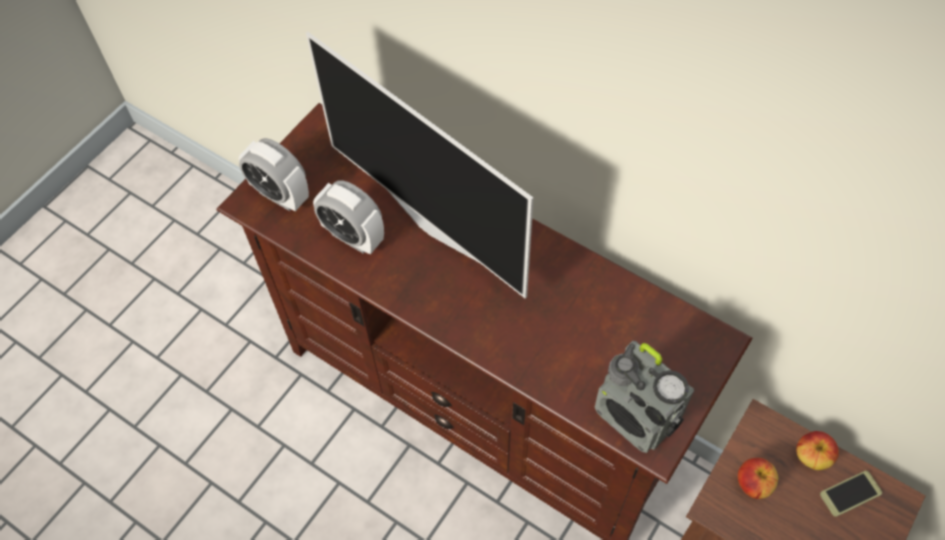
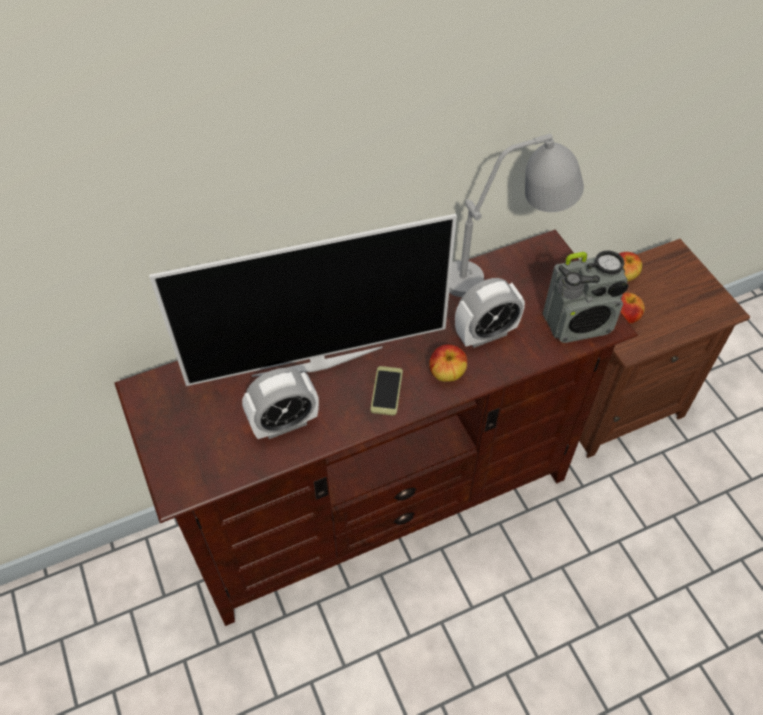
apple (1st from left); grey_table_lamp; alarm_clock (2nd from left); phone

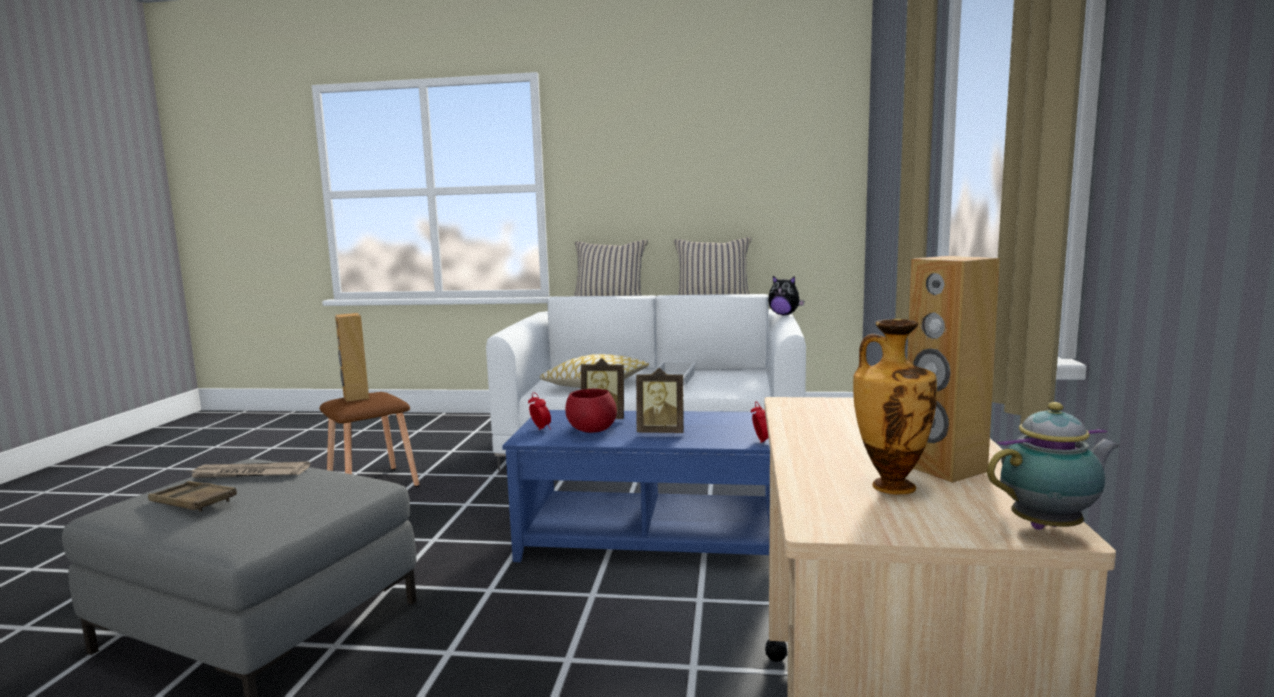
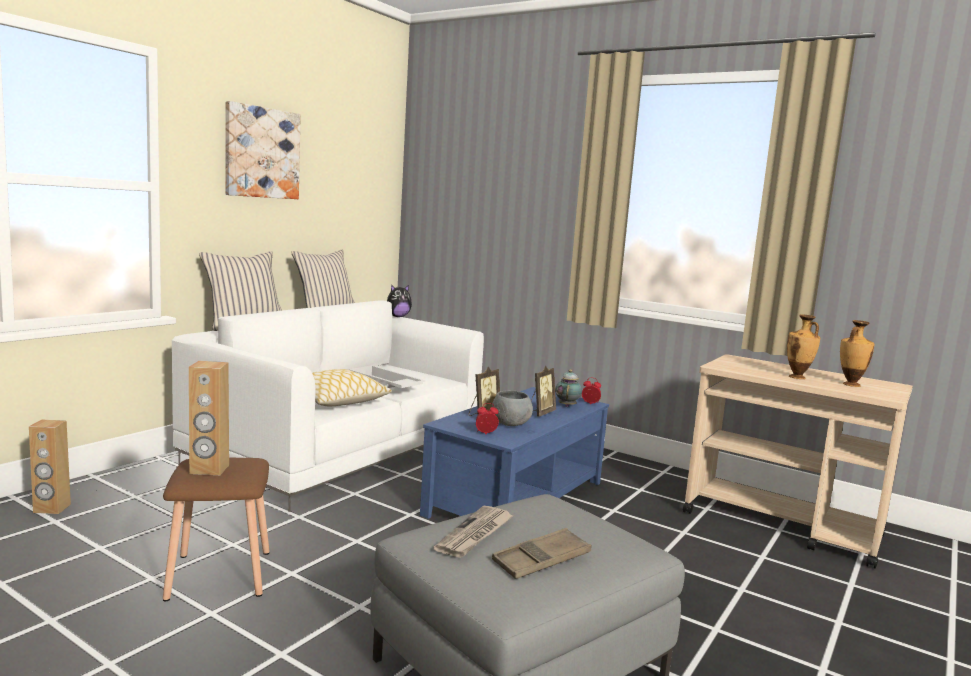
picture; vase (1st from left); brown_speaker (1st from left); teapot; grey_bowl

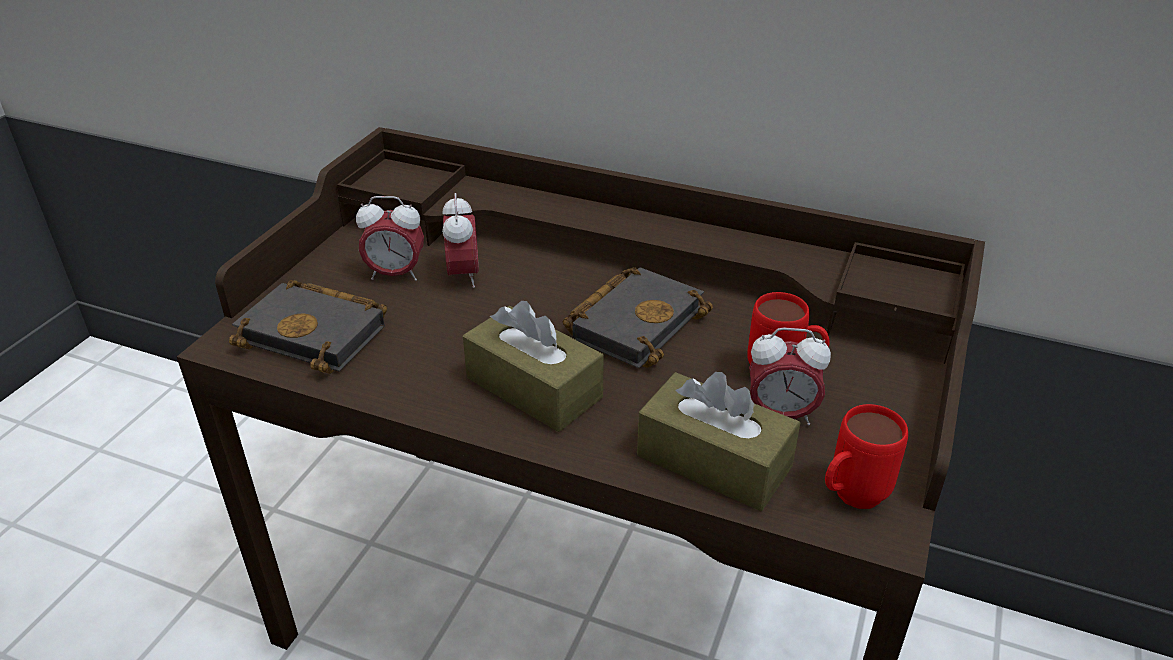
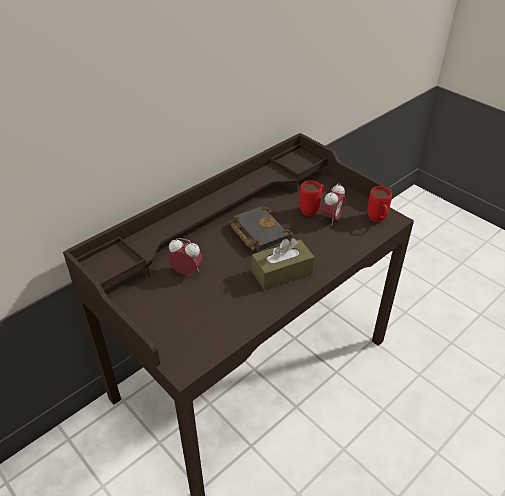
black_book (1st from left in the first image); alarm_clock (1st from left in the first image); brown_tissue_box (2nd from left in the first image)

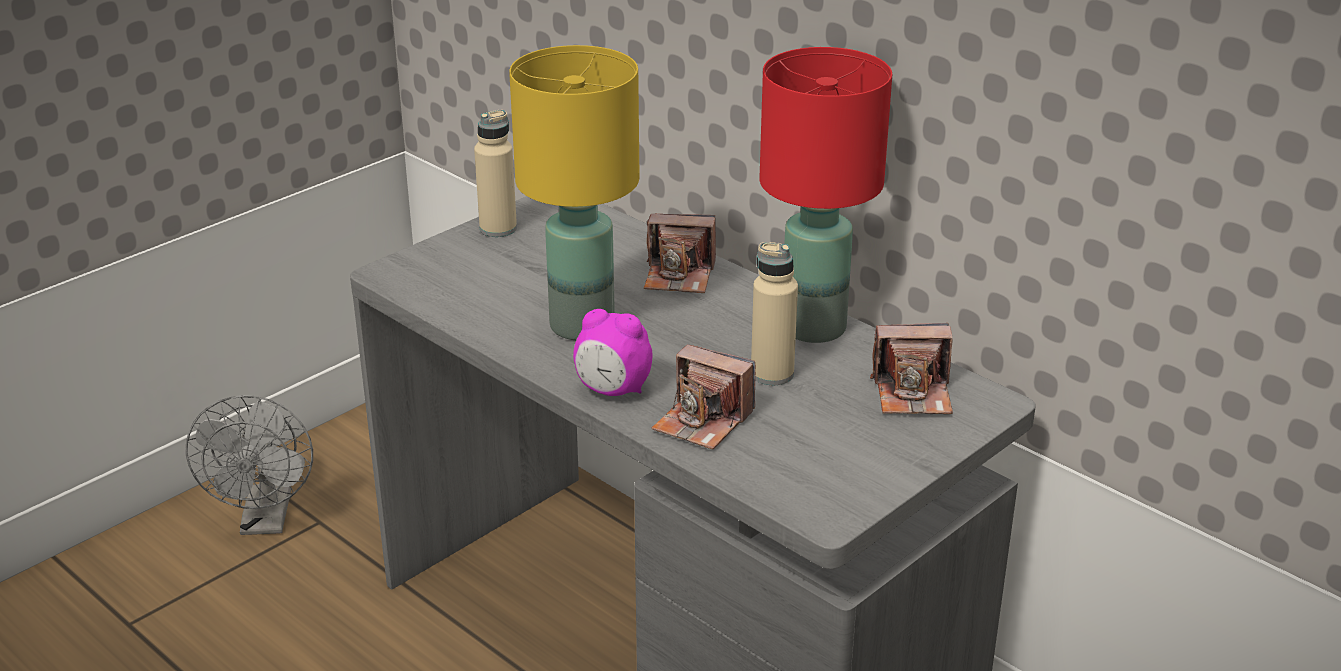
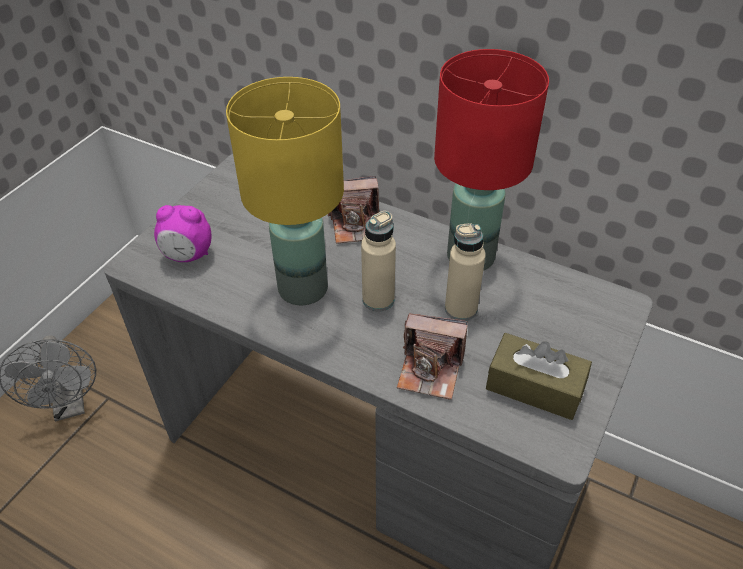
photo_camera (3rd from left in the first image); brown_tissue_box; beige_bottle (1st from left); alarm_clock

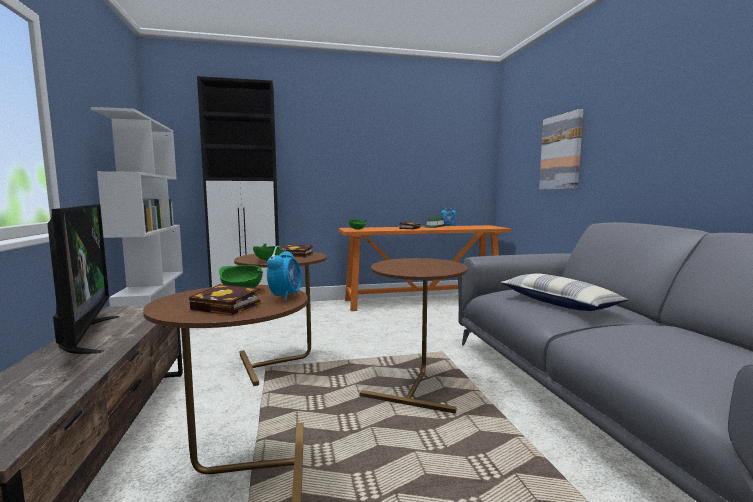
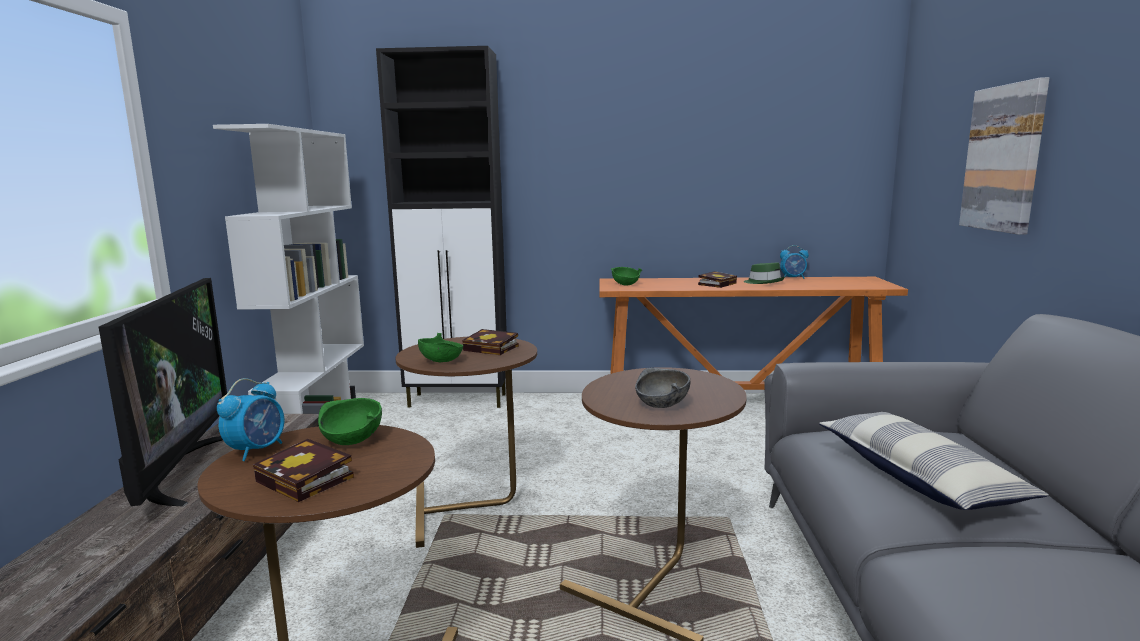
grey_bowl; alarm_clock (1st from left)

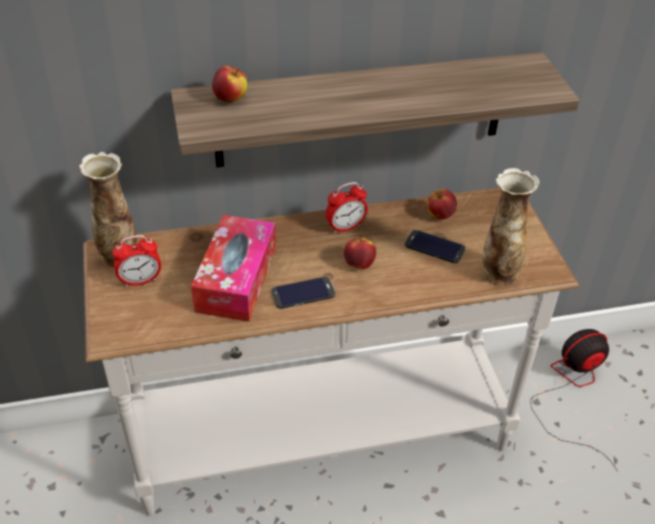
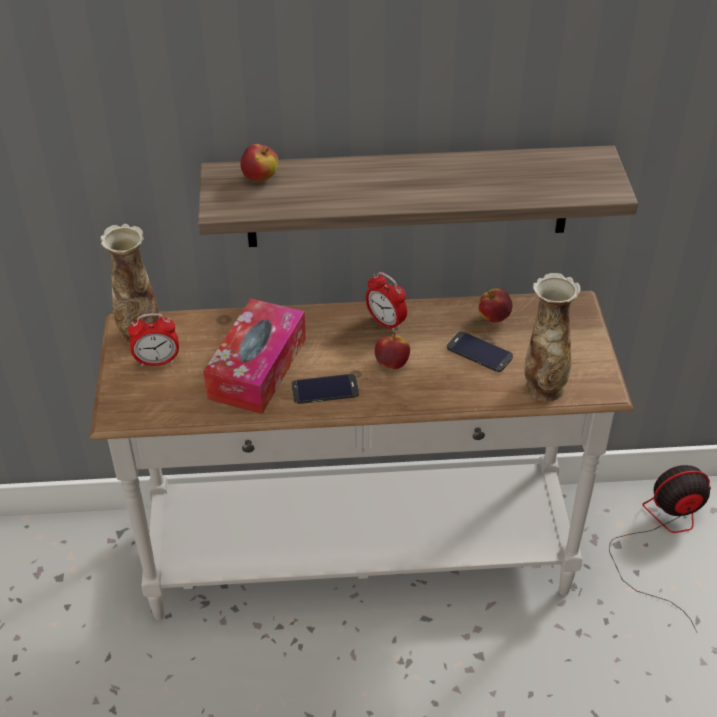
alarm_clock (2nd from left)

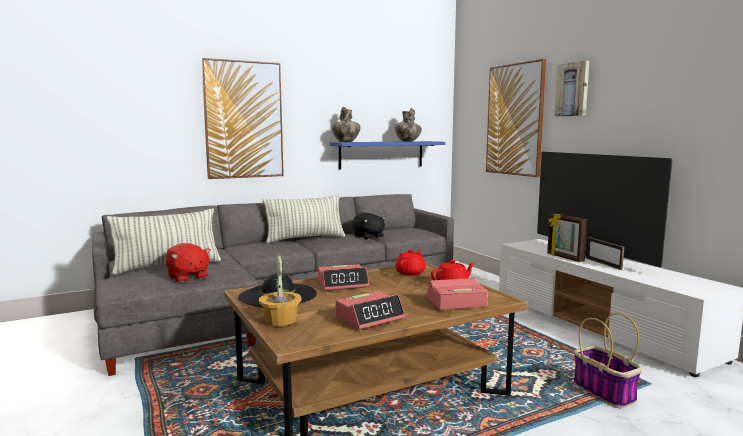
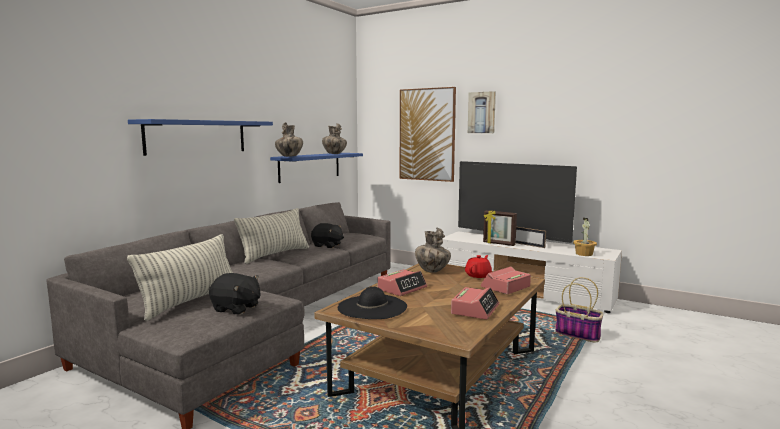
potted_plant; blue_shelf (1st from left); vase (3rd from left); black_plush_toy (1st from left)

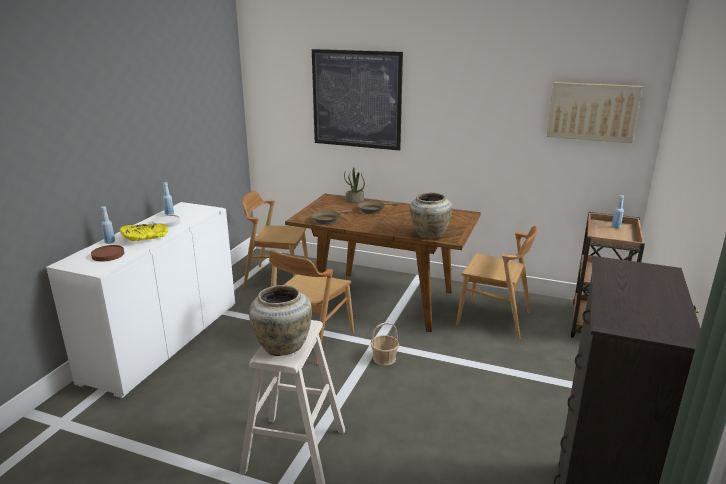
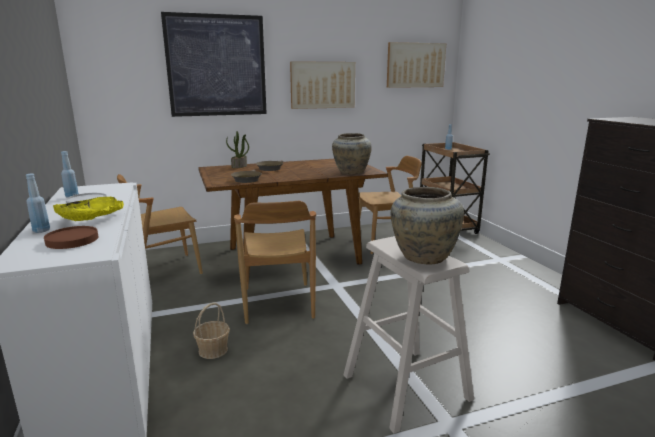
picture (2nd from left); basket

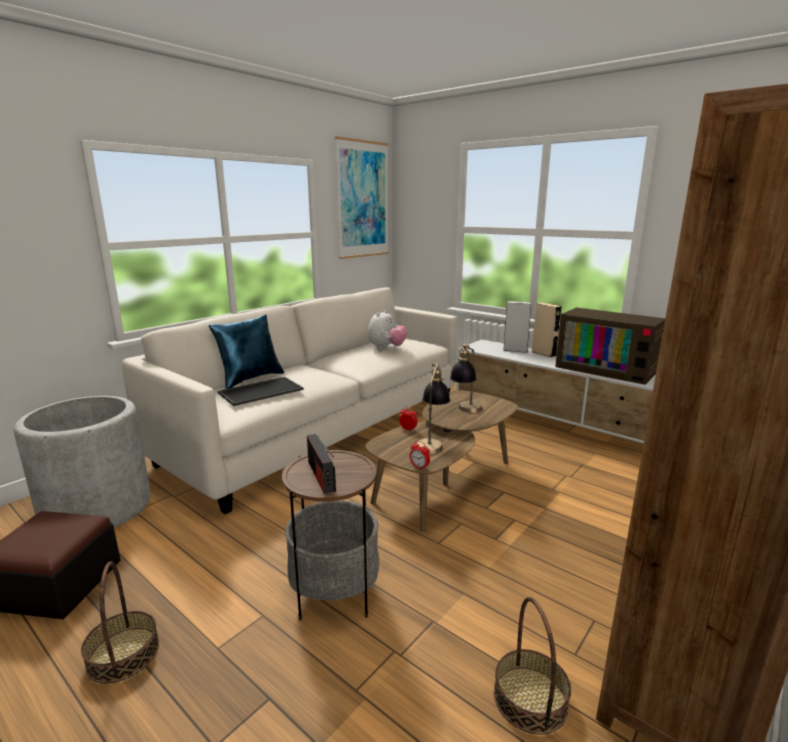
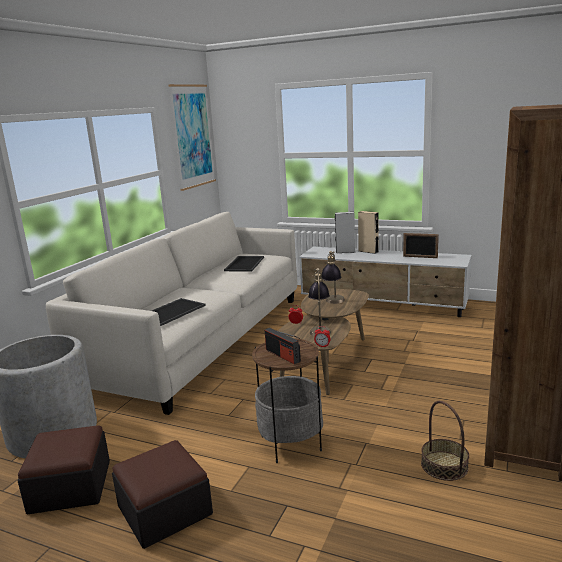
blue_pillow; ottoman (2nd from left); tray (2nd from left); picture_frame

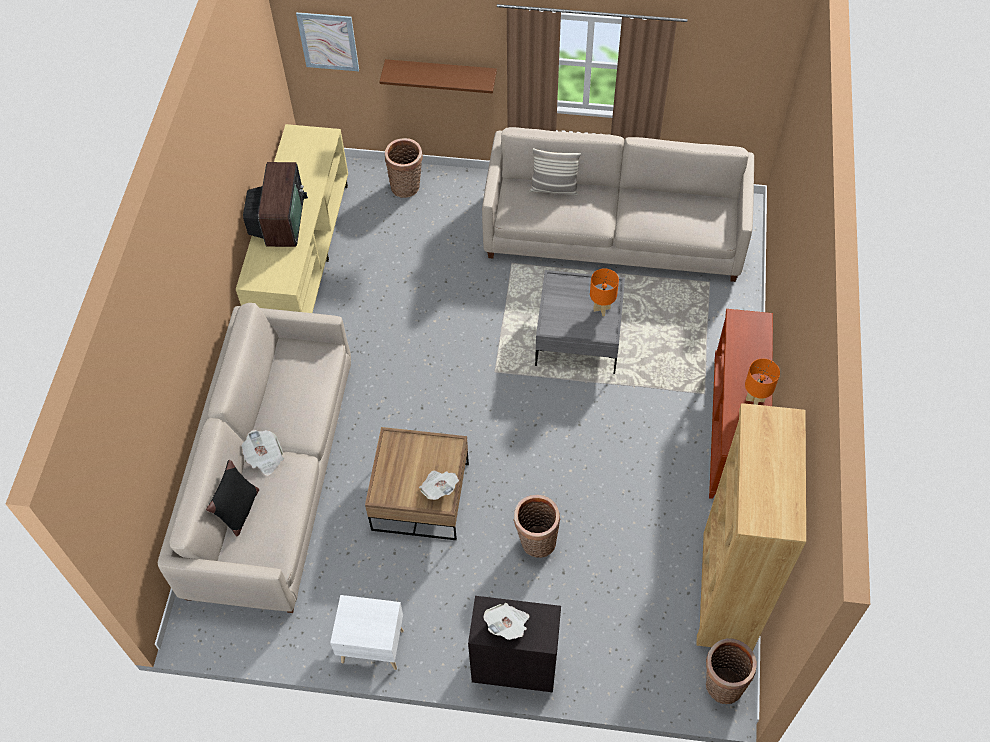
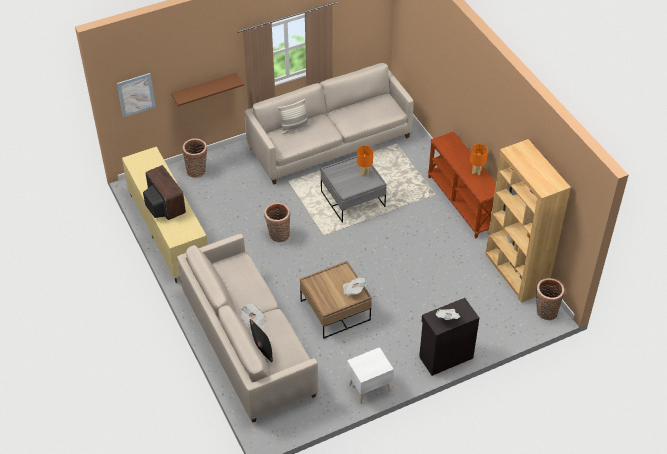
basket (2nd from left)

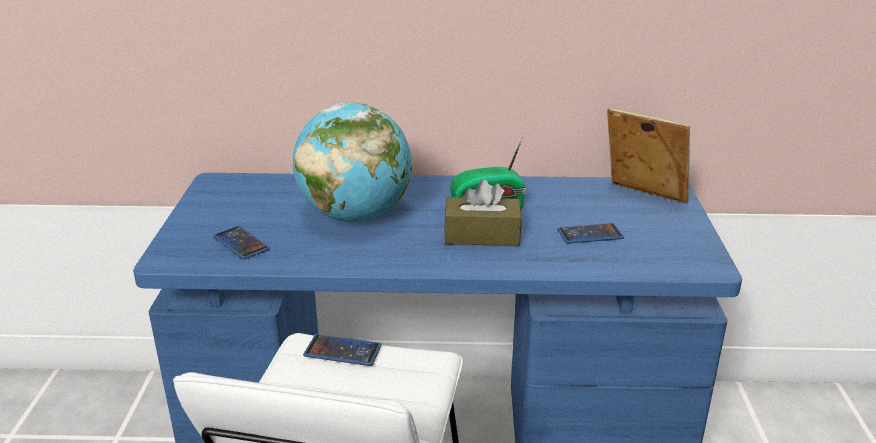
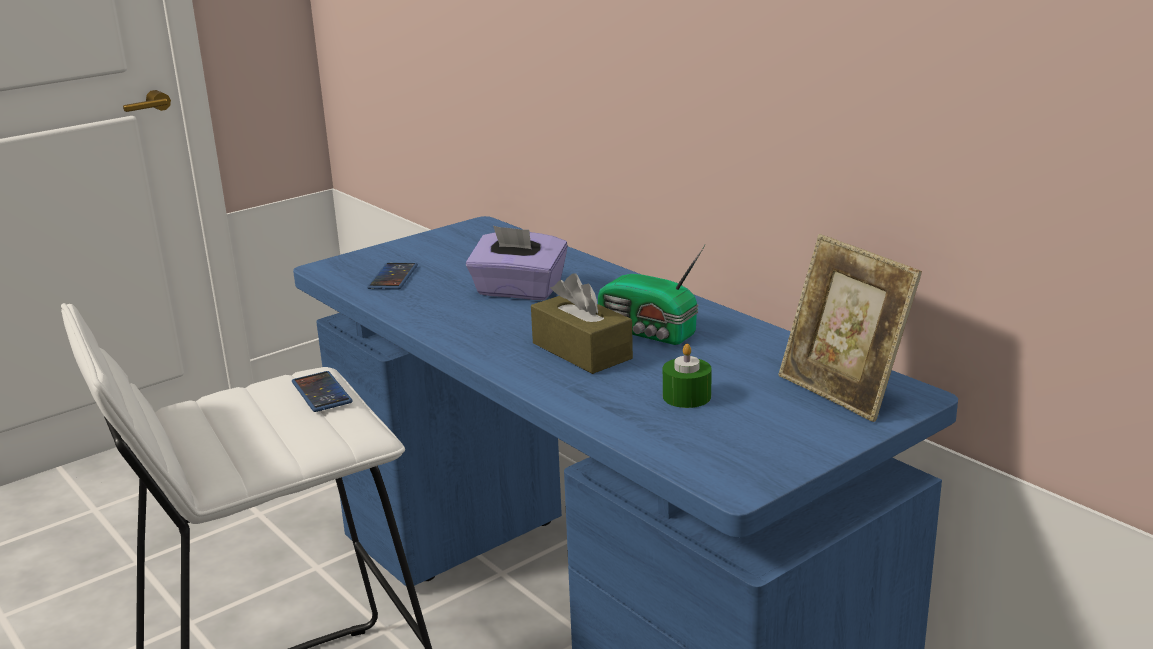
purple_tissue_box; green_candle; picture_frame

